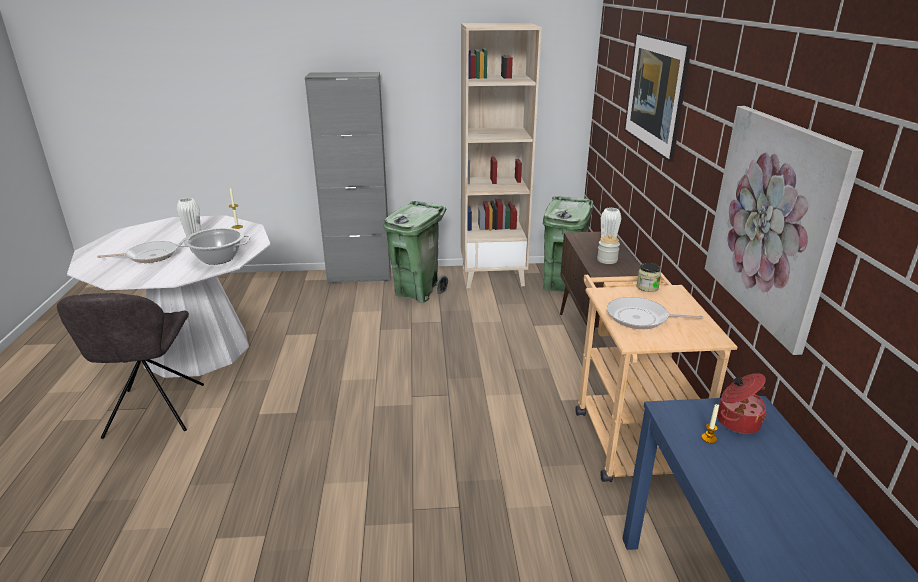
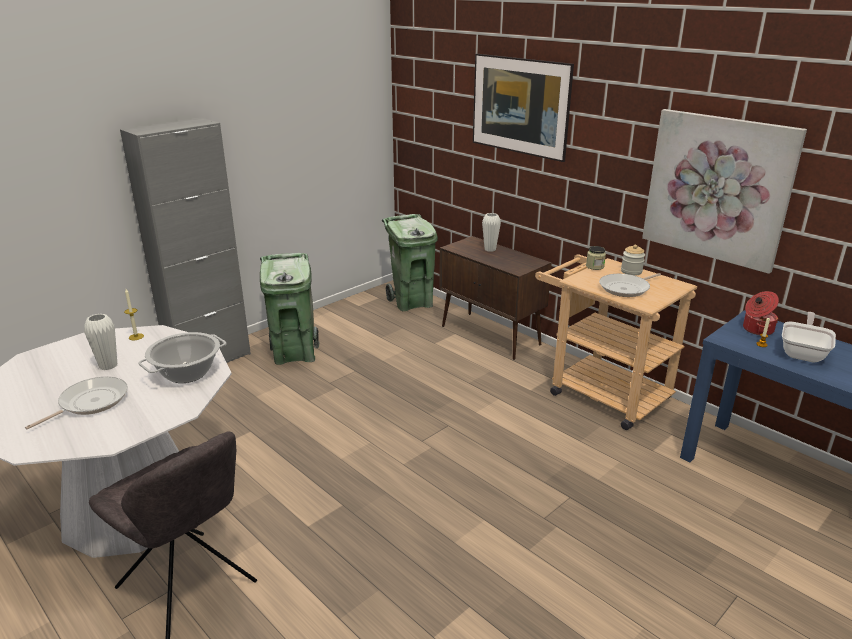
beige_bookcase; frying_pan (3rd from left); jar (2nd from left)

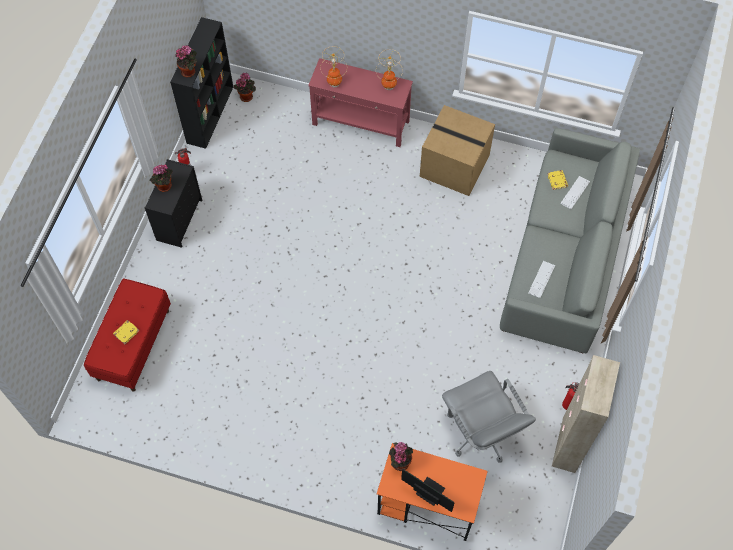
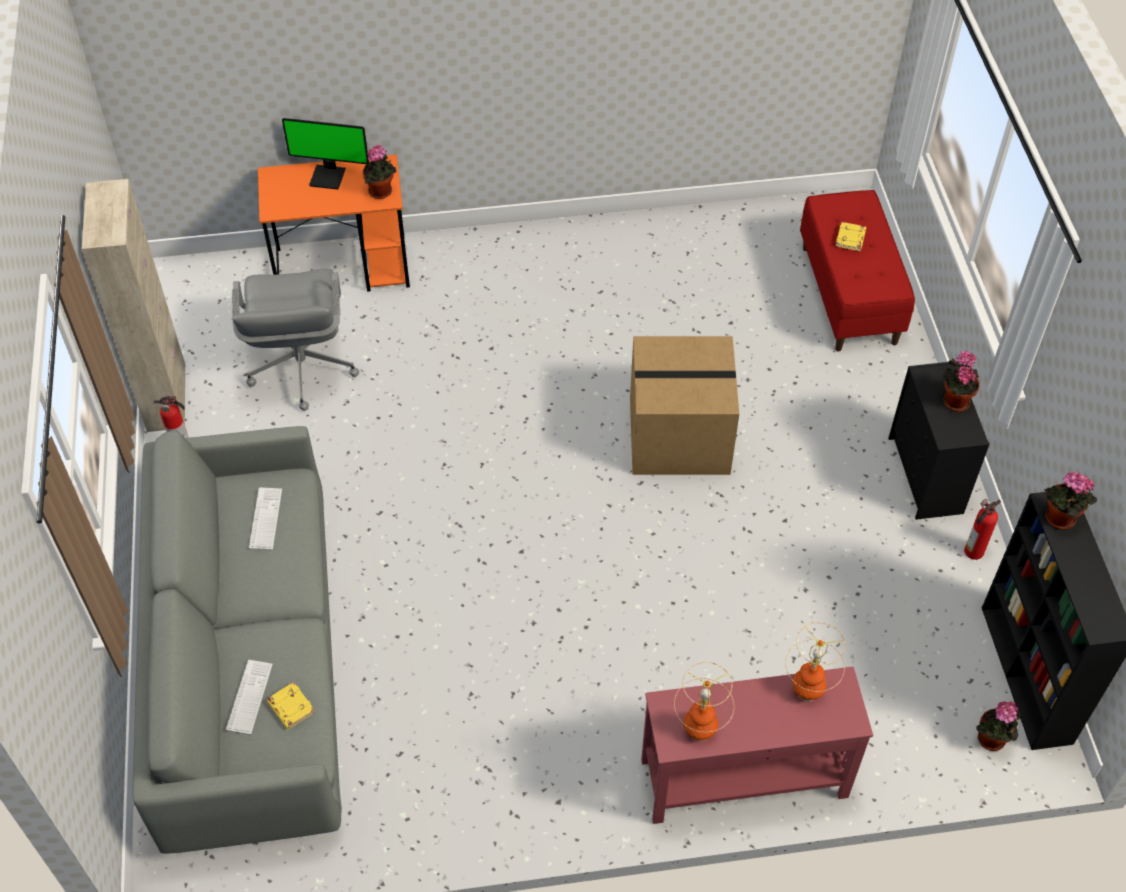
cardboard_box; grey_office_chair

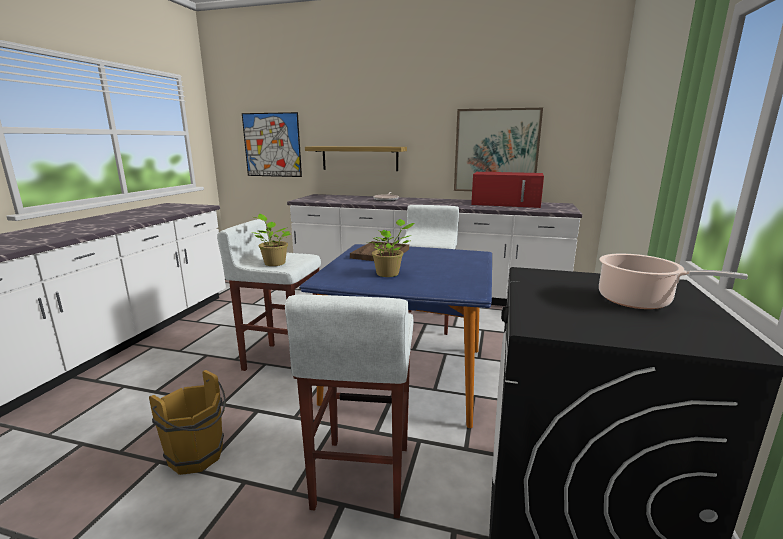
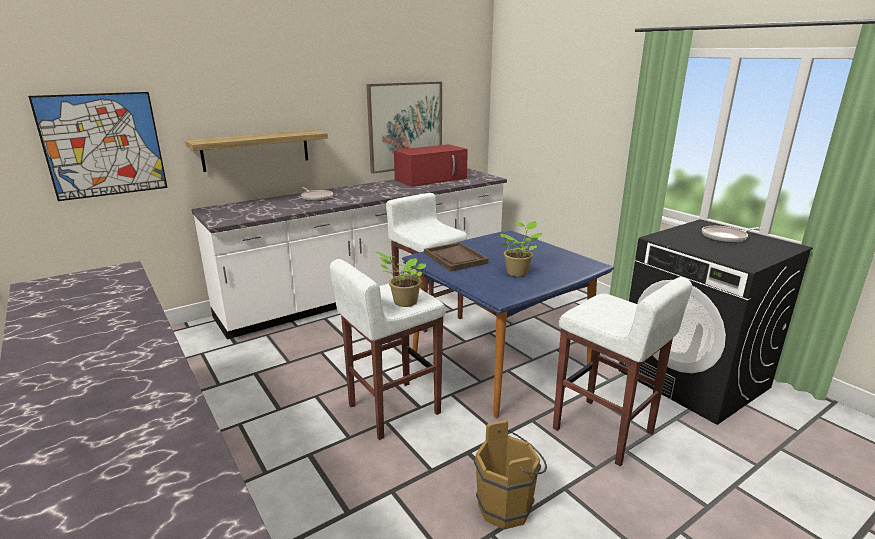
frying_pan (2nd from left)

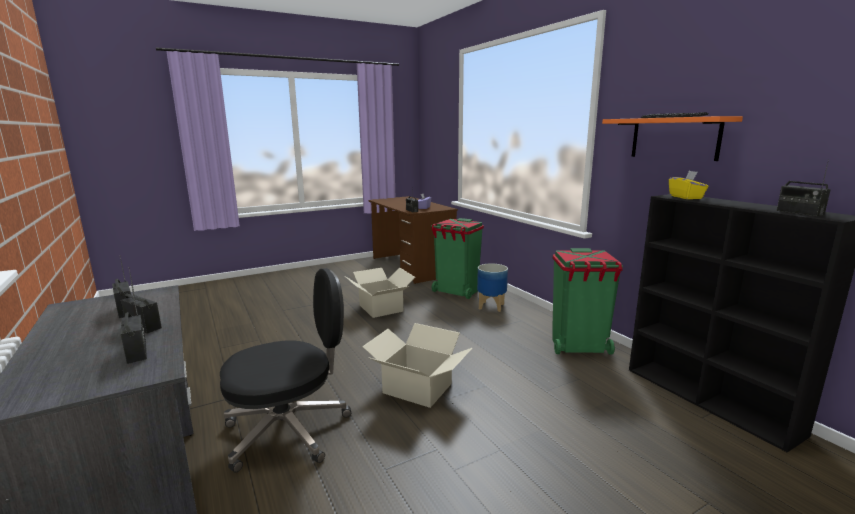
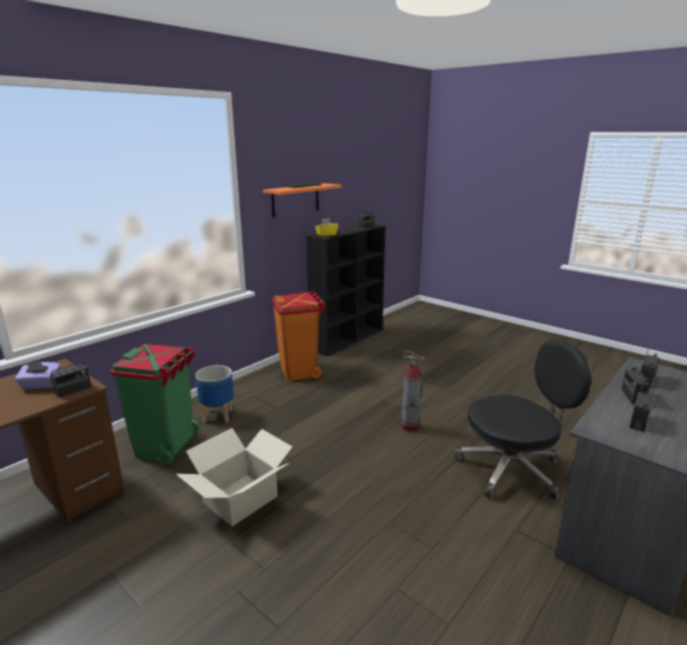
fire_extinguisher; orange_trash_can; black_office_chair

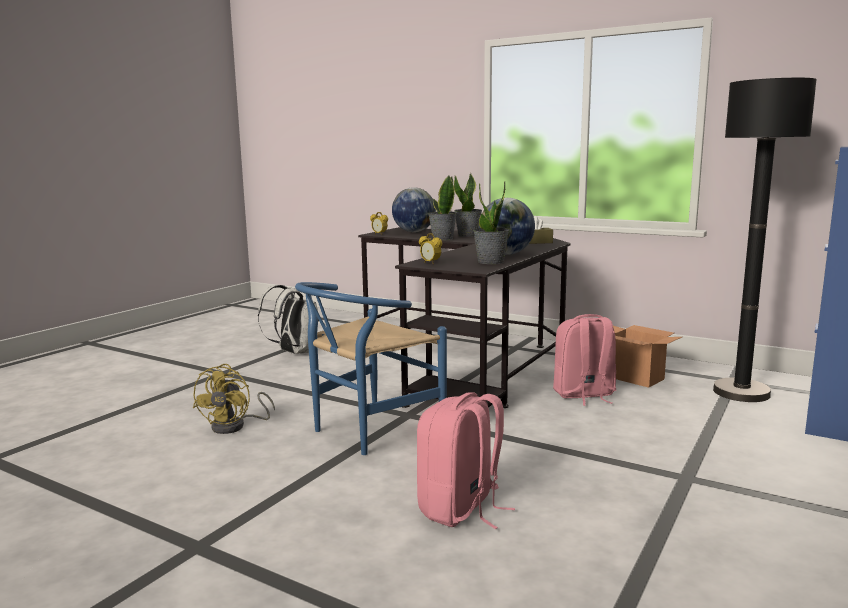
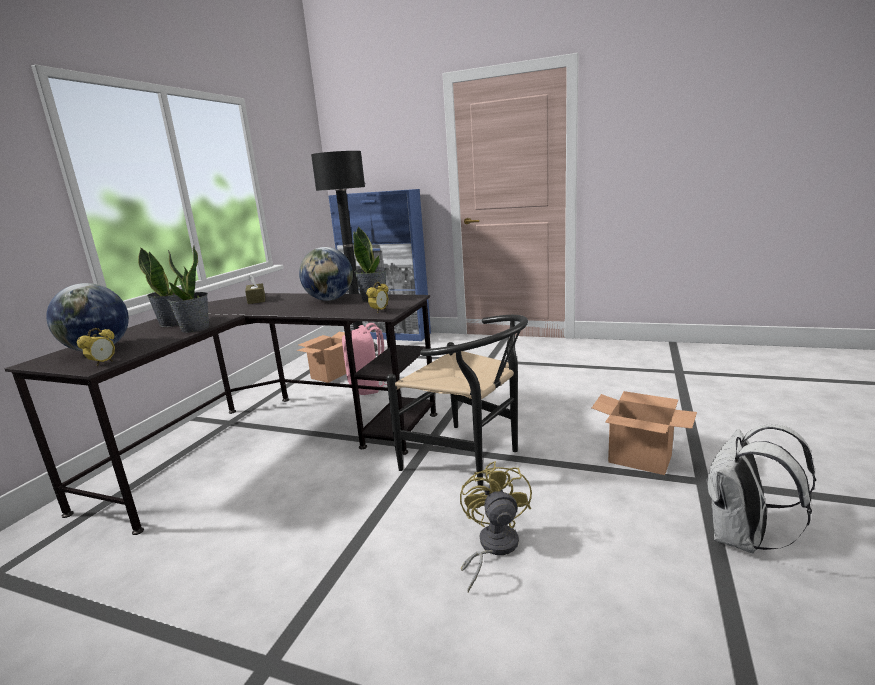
pink_backpack (1st from left in the first image); cardboard_box (2nd from left); white_backpack; black_chair; yellow_fan

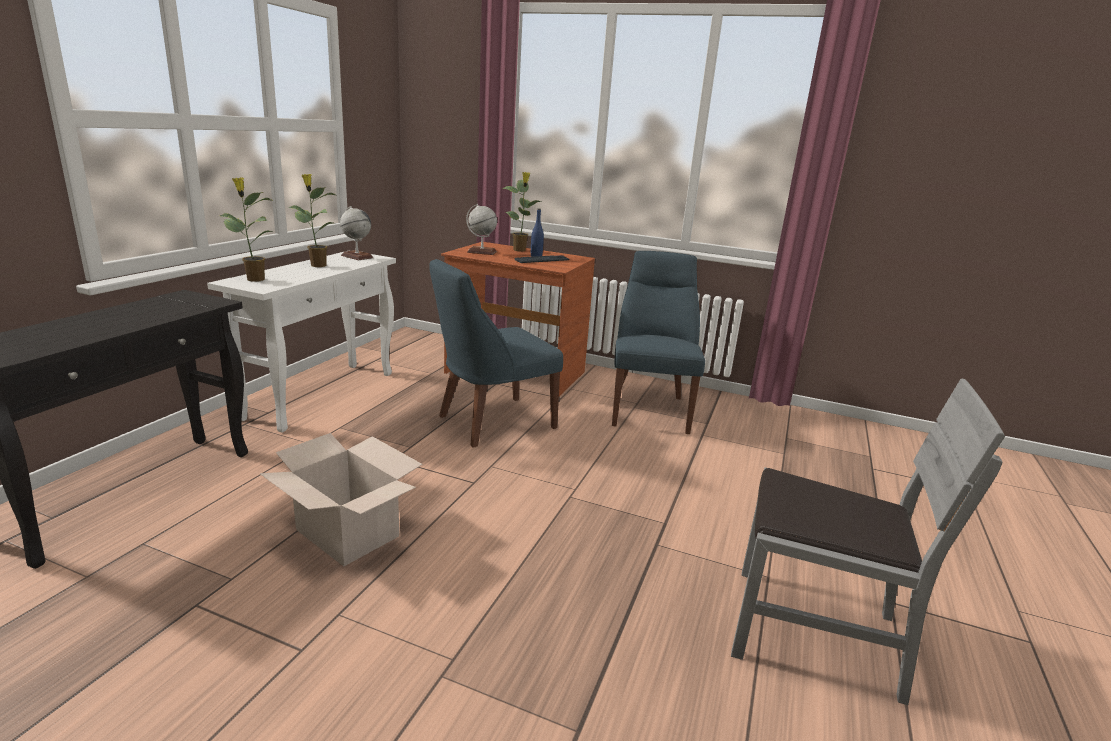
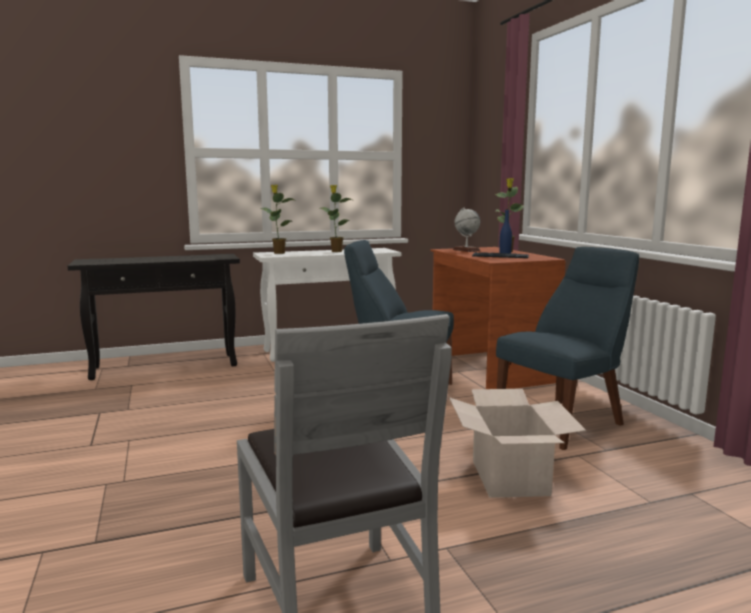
globe (1st from left in the first image); cardboard_box

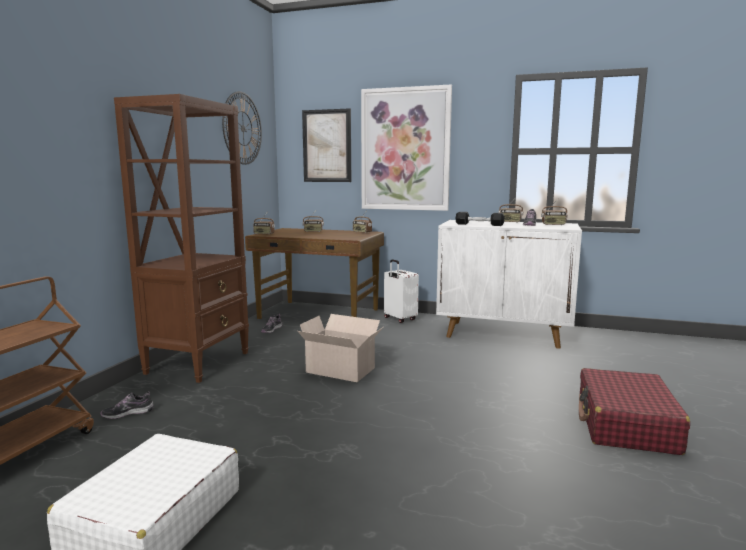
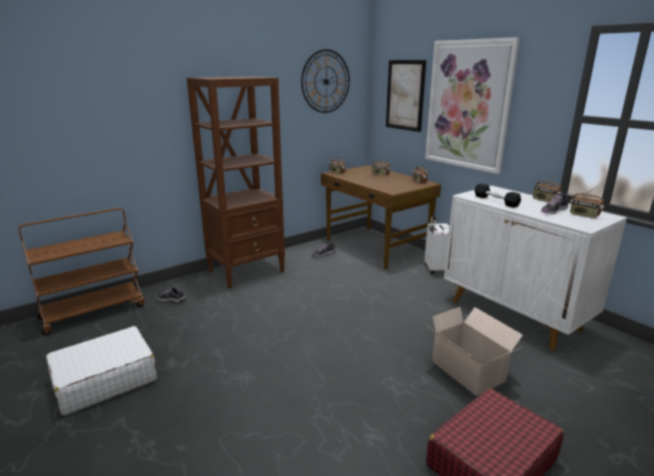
cardboard_box

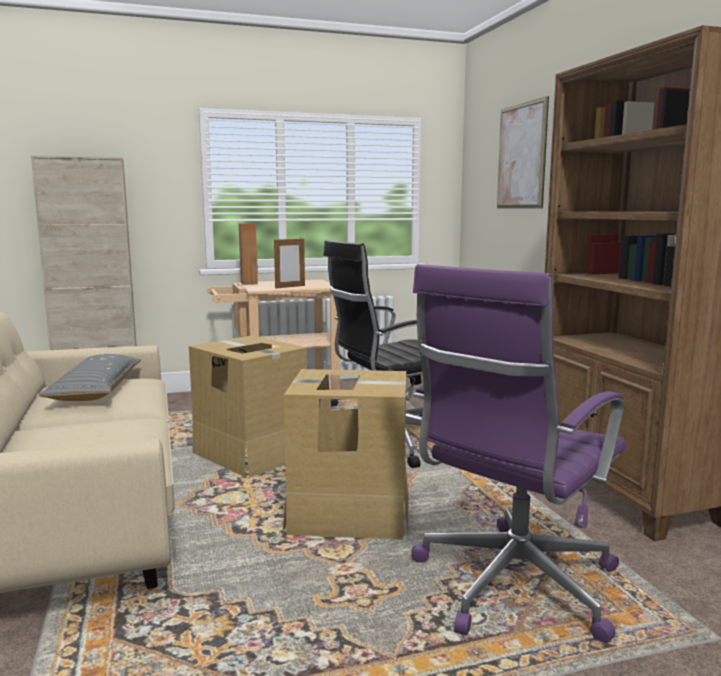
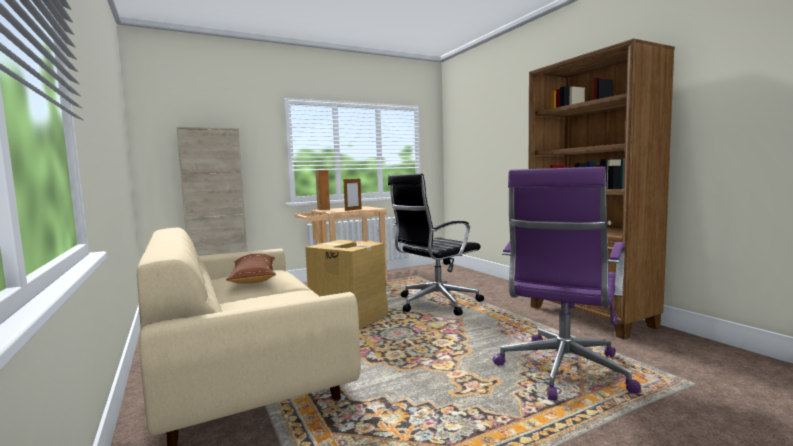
cardboard_box (2nd from left in the first image); picture; brown_pillow

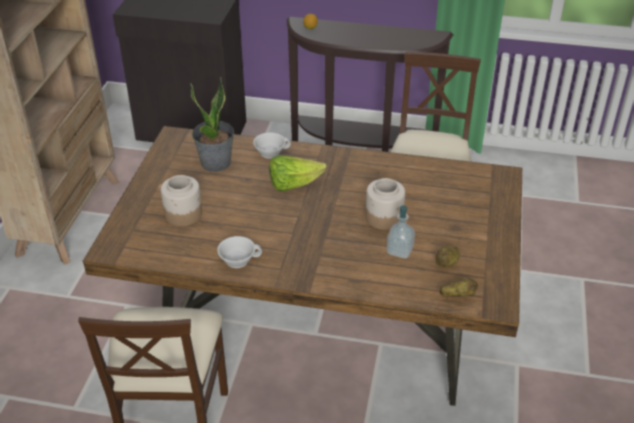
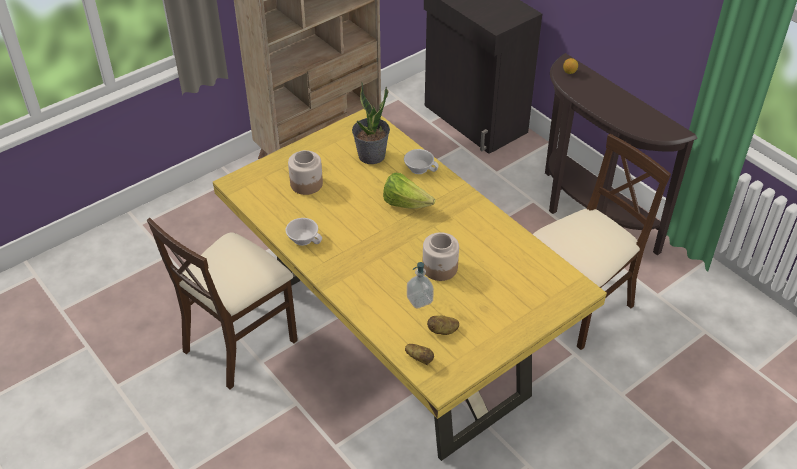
yellow_dining_table

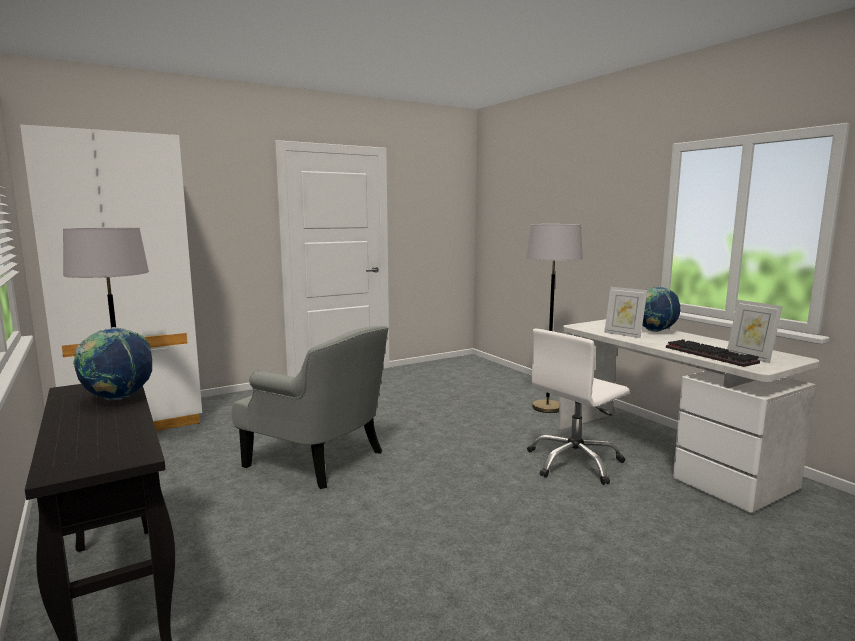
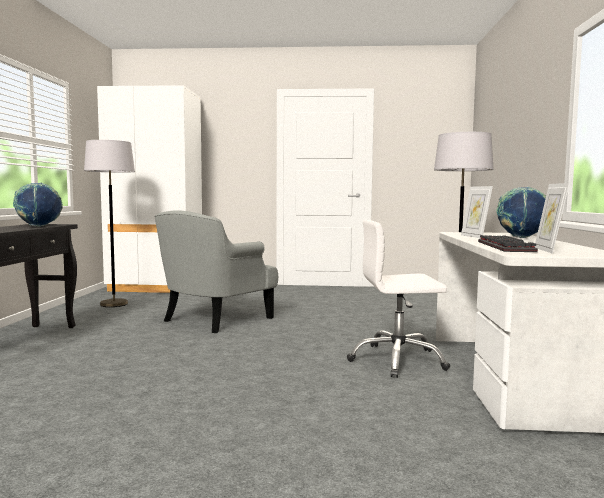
grey_armchair

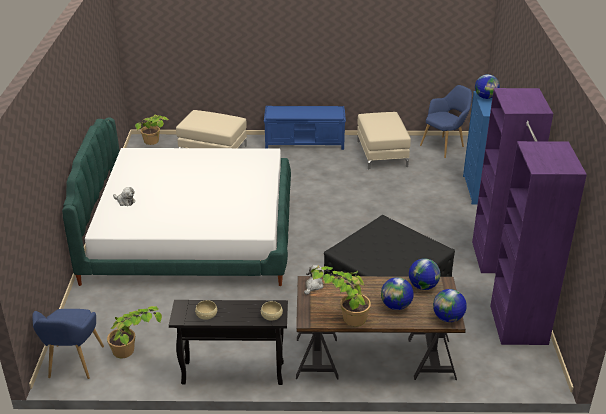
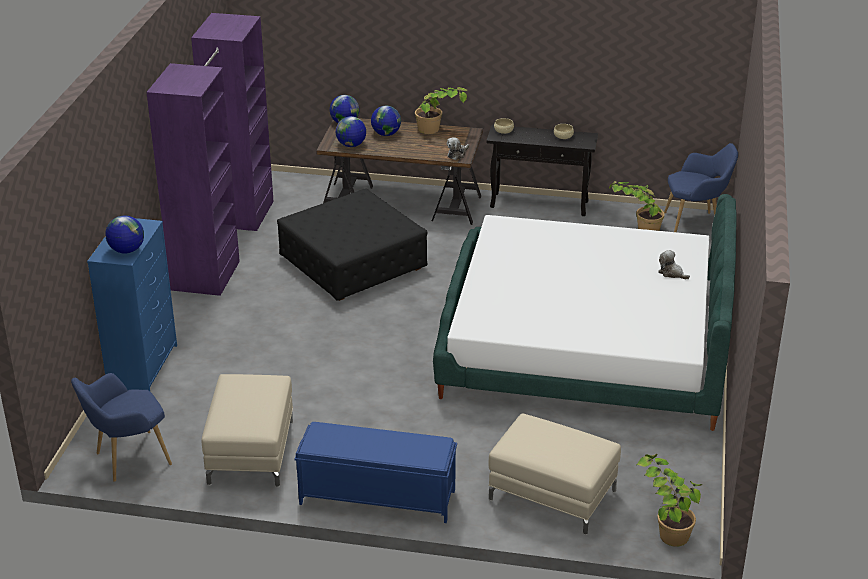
blue_armchair (2nd from left)

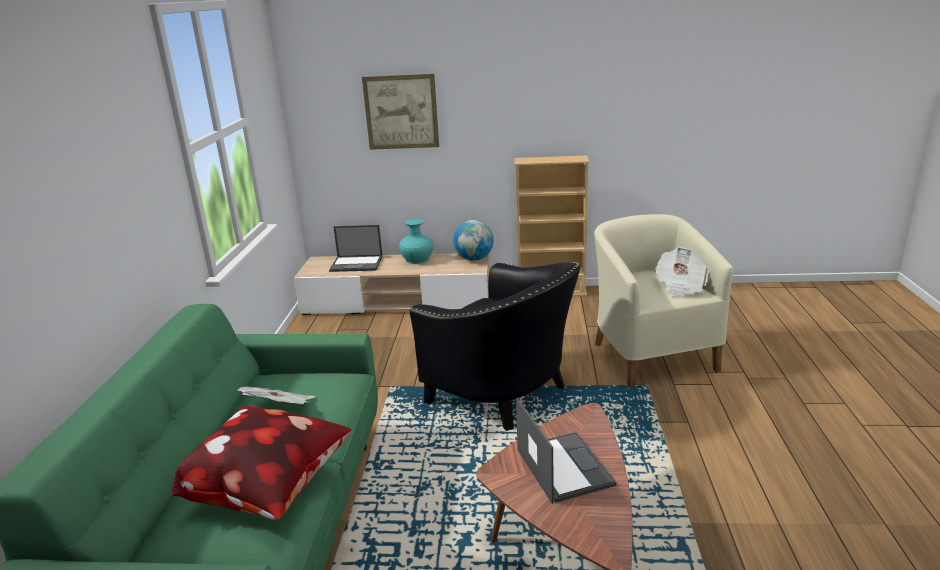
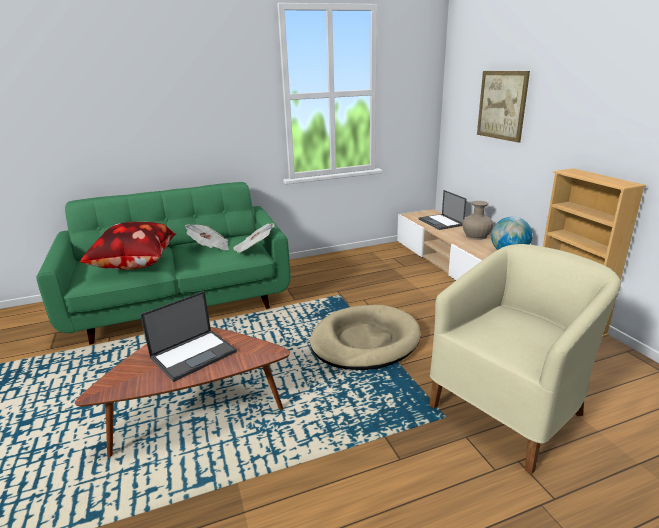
newspaper (2nd from left); beige_dog_bed; beige_vase

